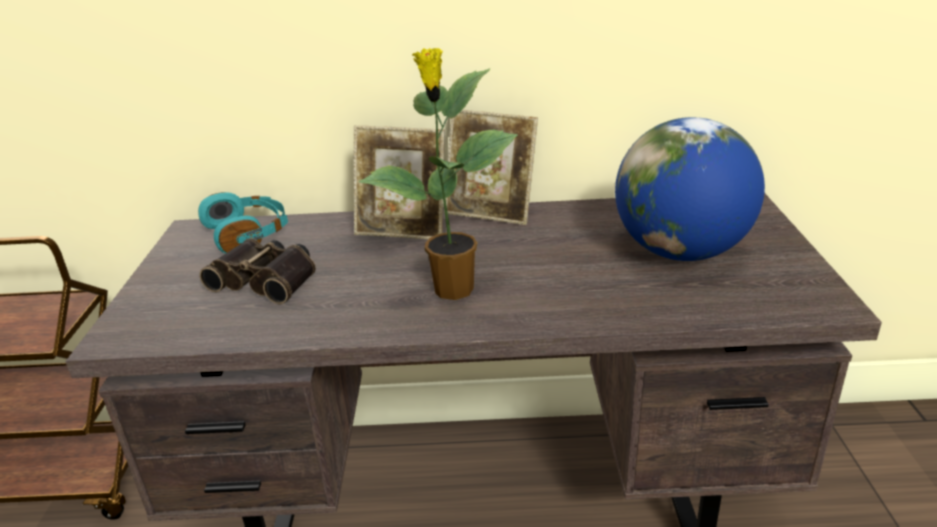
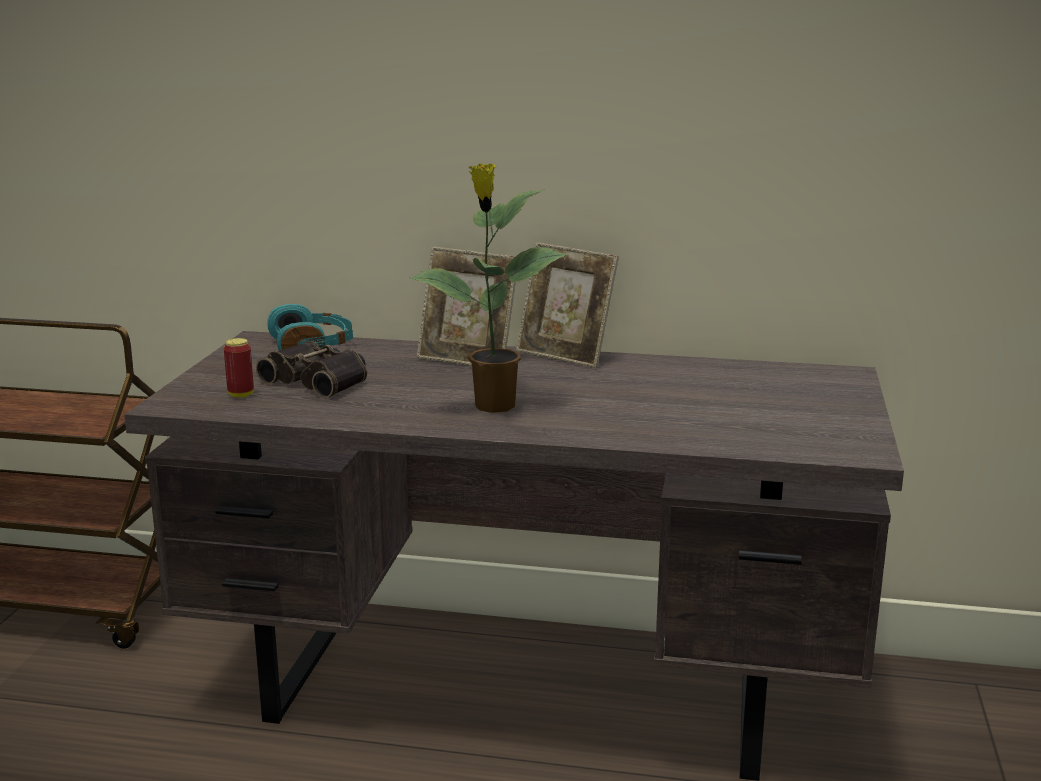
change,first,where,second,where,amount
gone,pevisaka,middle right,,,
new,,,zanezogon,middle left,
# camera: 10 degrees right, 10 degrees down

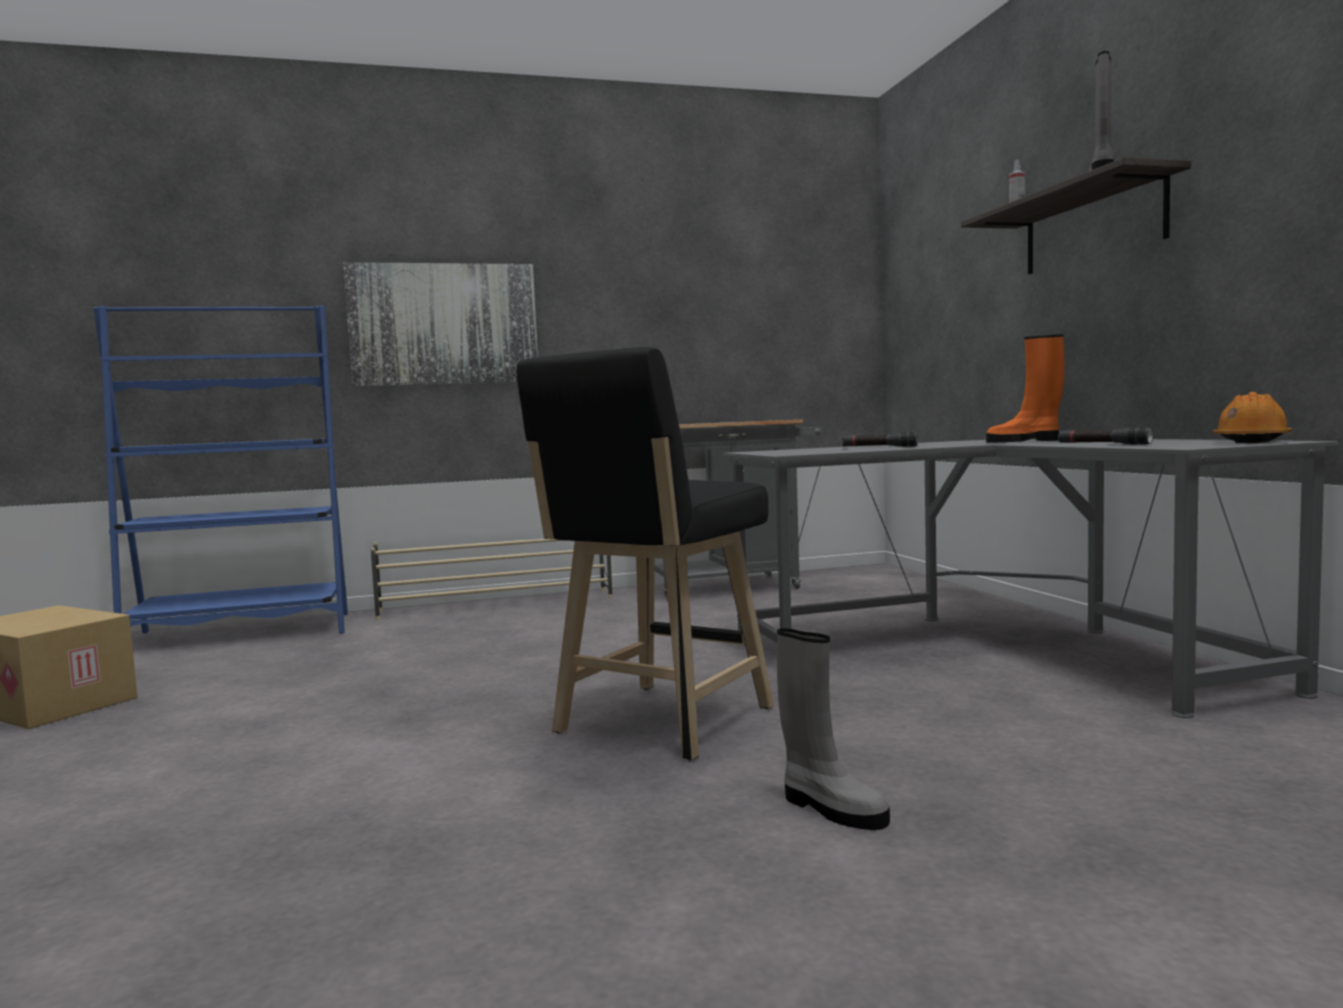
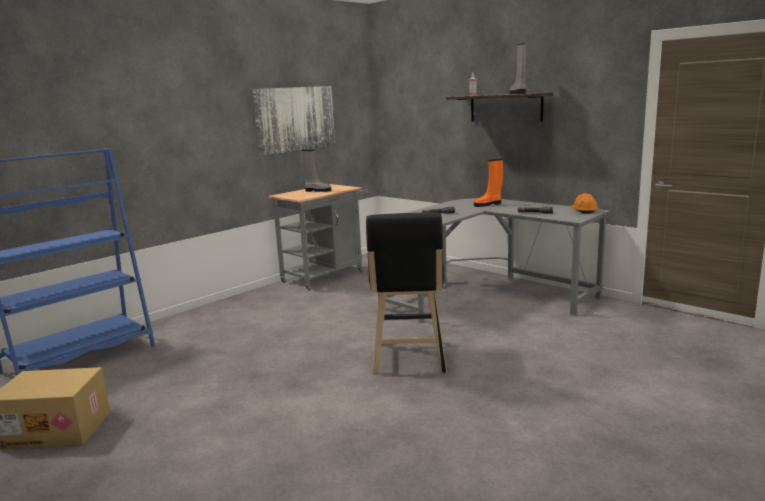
change,first,where,second,where,amount
shifted,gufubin,top left,,top centre,
gone,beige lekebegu,centre,,,
shifted,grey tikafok (no. 1 from left),bottom centre,,centre,
# camera: 30 degrees left, 10 degrees up

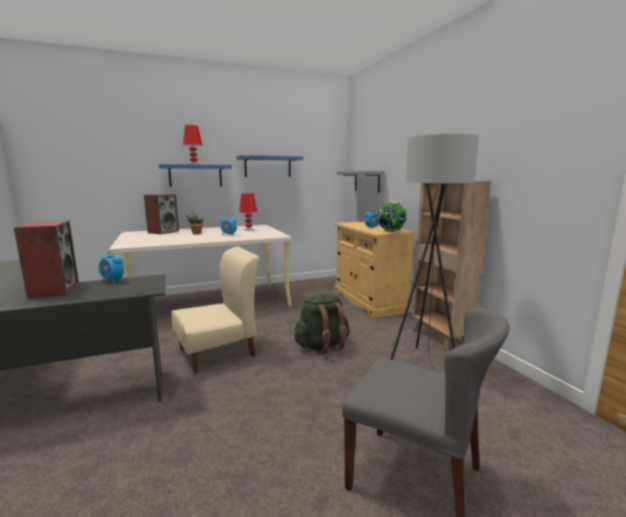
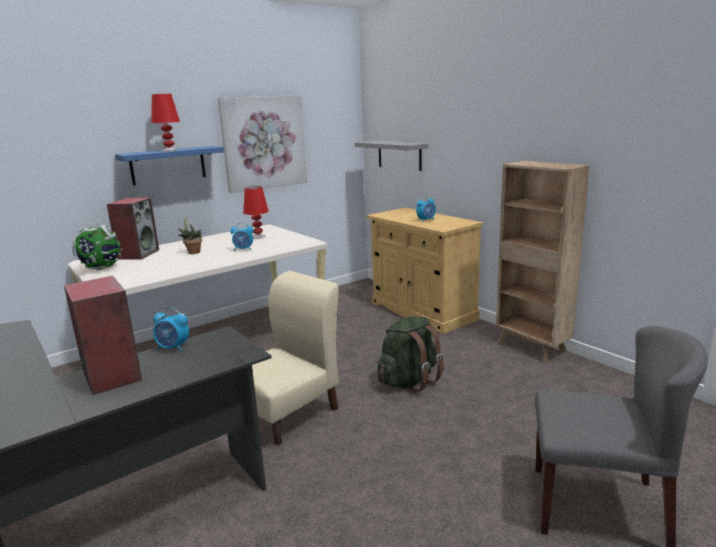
change,first,where,second,where,amount
gone,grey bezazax,middle right,,,
swapped,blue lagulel (no. 2 from left),top centre,gufubin,top centre,
shifted,pevisaka,centre,,middle left,
# camera: 15 degrees left, 5 degrees up

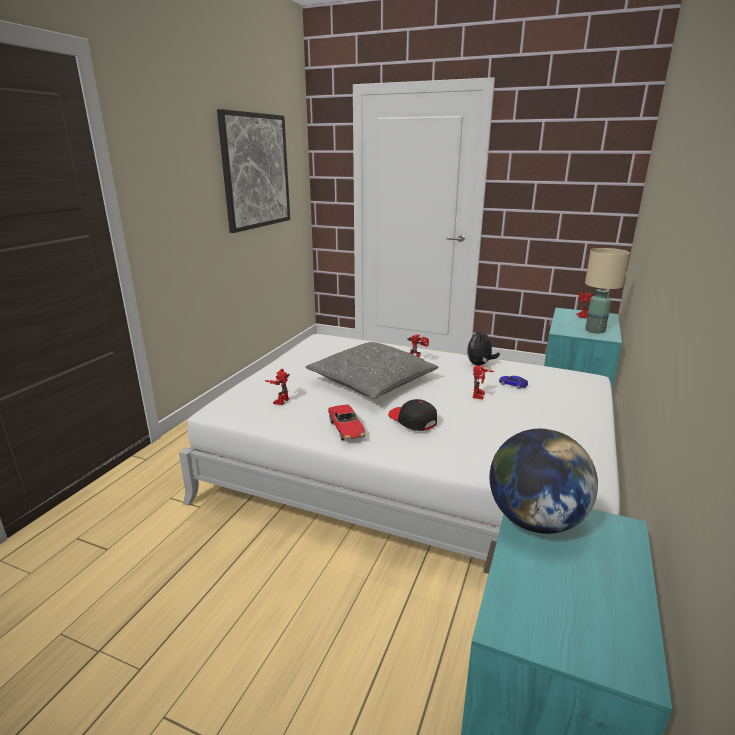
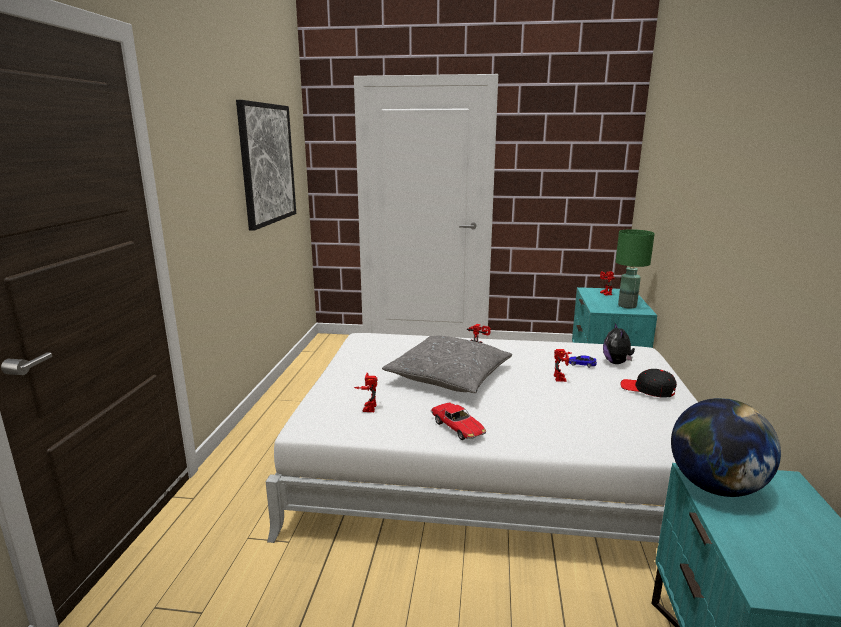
change,first,where,second,where,amount
repainted,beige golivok,middle right,green golivok,middle right,
shifted,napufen,centre,,middle right,
shifted,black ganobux,centre,,middle right,
# camera: 15 degrees left, 5 degrees down

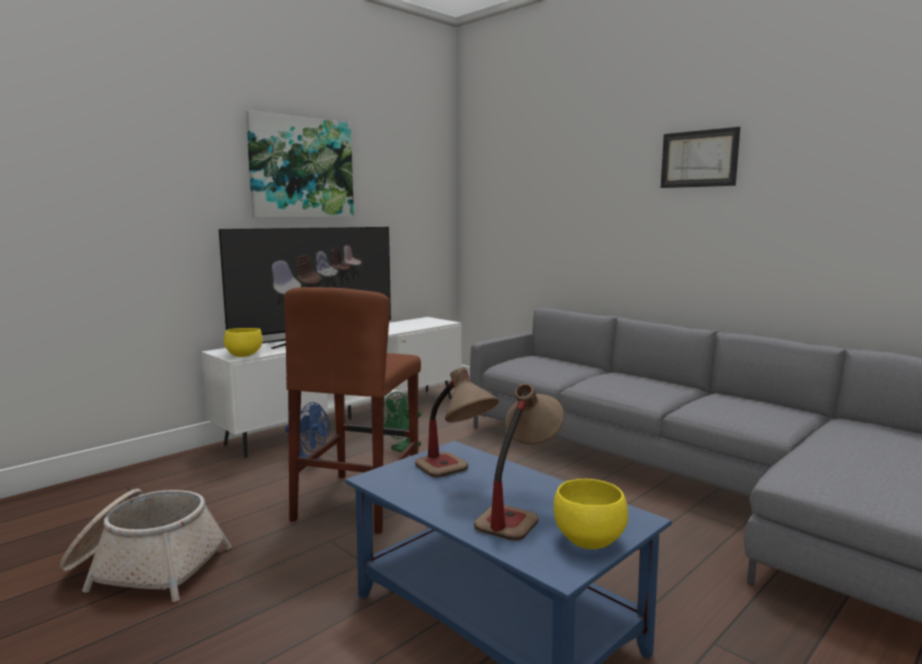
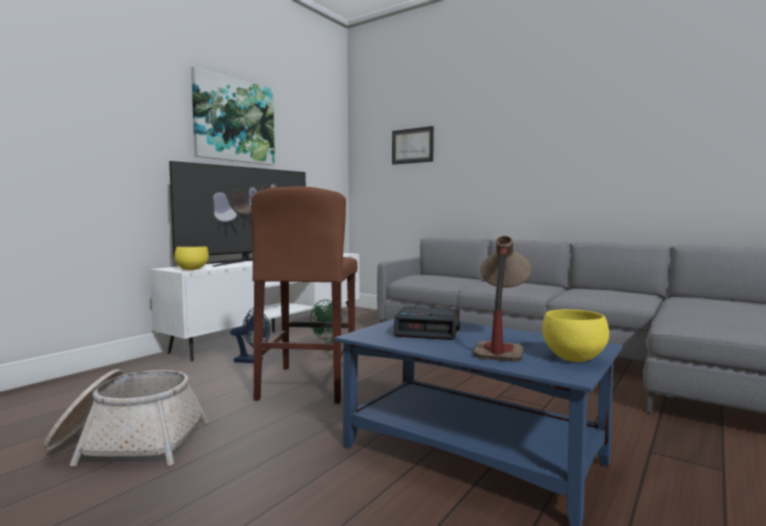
change,first,where,second,where,amount
shifted,gufubin (no. 2 from left),top right,,top centre,
swapped,golivok (no. 1 from left),centre,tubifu,centre,
# camera: 10 degrees left, 5 degrees down

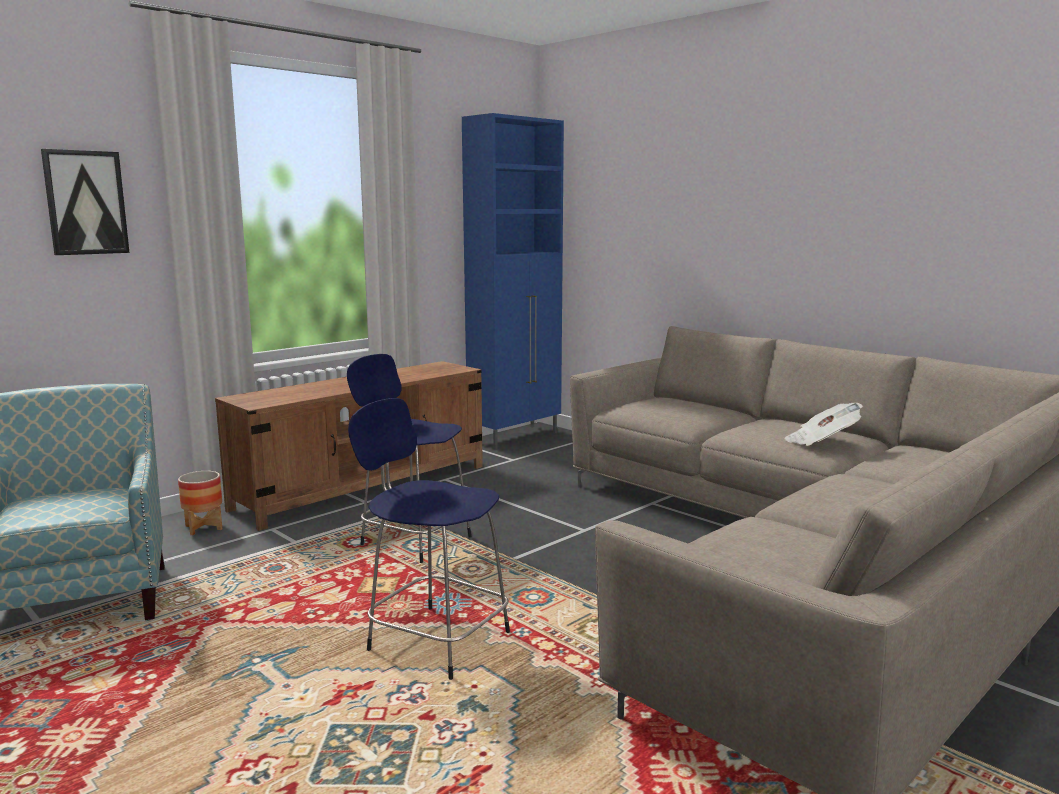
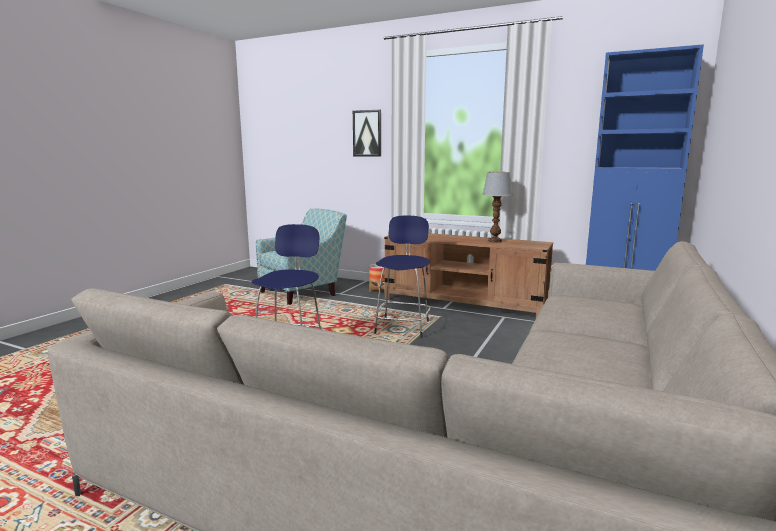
change,first,where,second,where,amount
gone,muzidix,middle right,,,
new,,,golivok,centre,
# camera: 70 degrees right, 0 degrees up

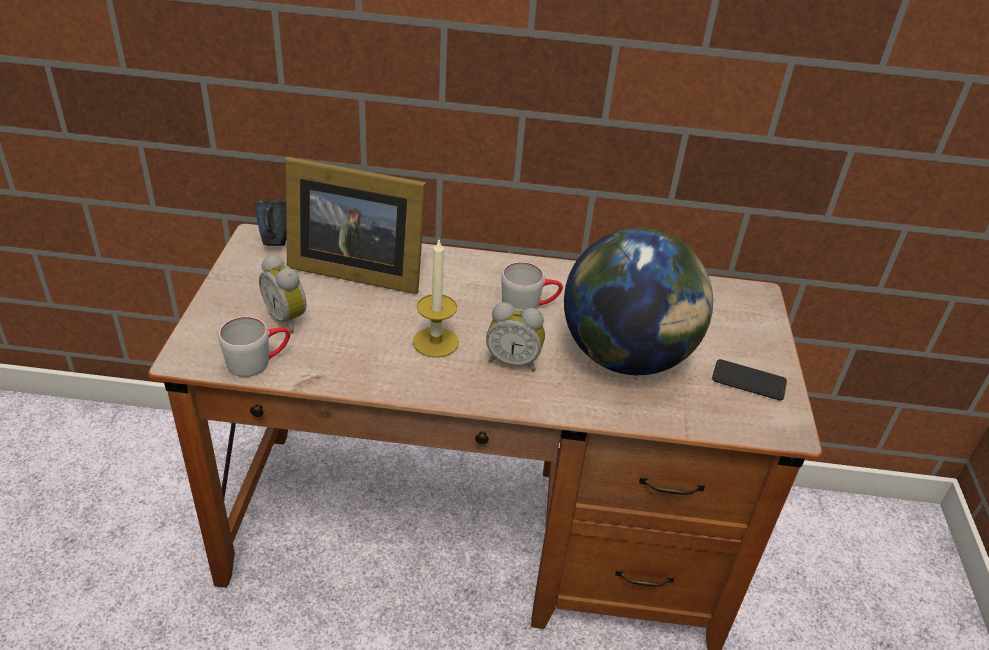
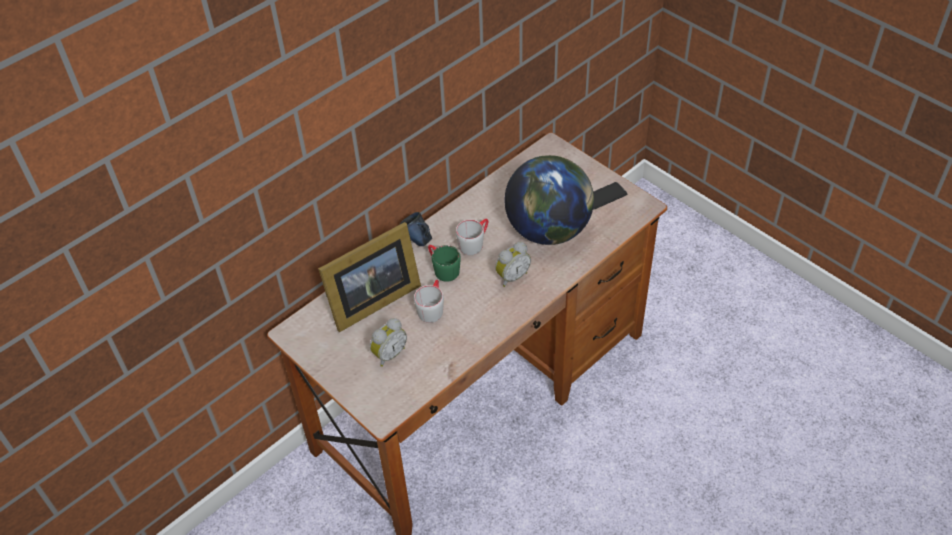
change,first,where,second,where,amount
shifted,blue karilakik,middle left,,centre,
gone,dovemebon,centre,,,
rotated,tubifu (no. 1 from left),middle left,,centre,45 degrees counterclockwise
shifted,grey karilakik (no. 1 from left),middle left,,centre,
new,,,green karilakik,centre,
# camera: 45 degrees left, 10 degrees up

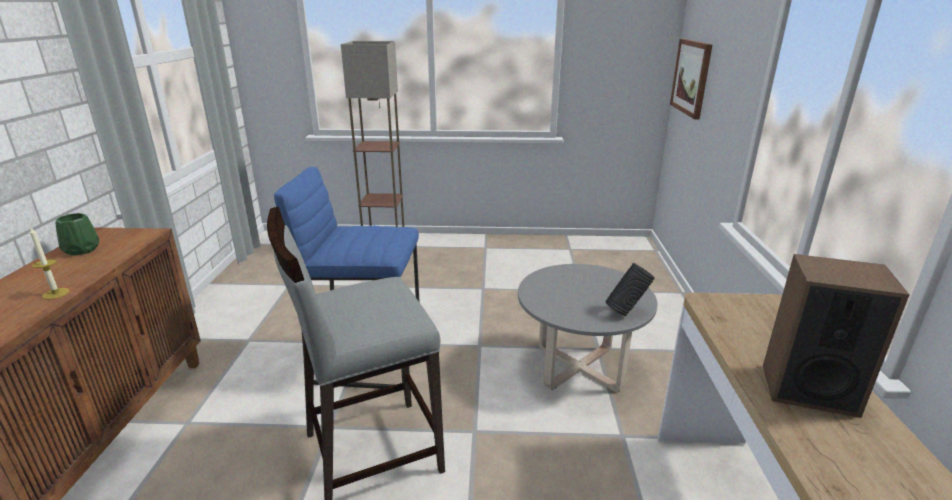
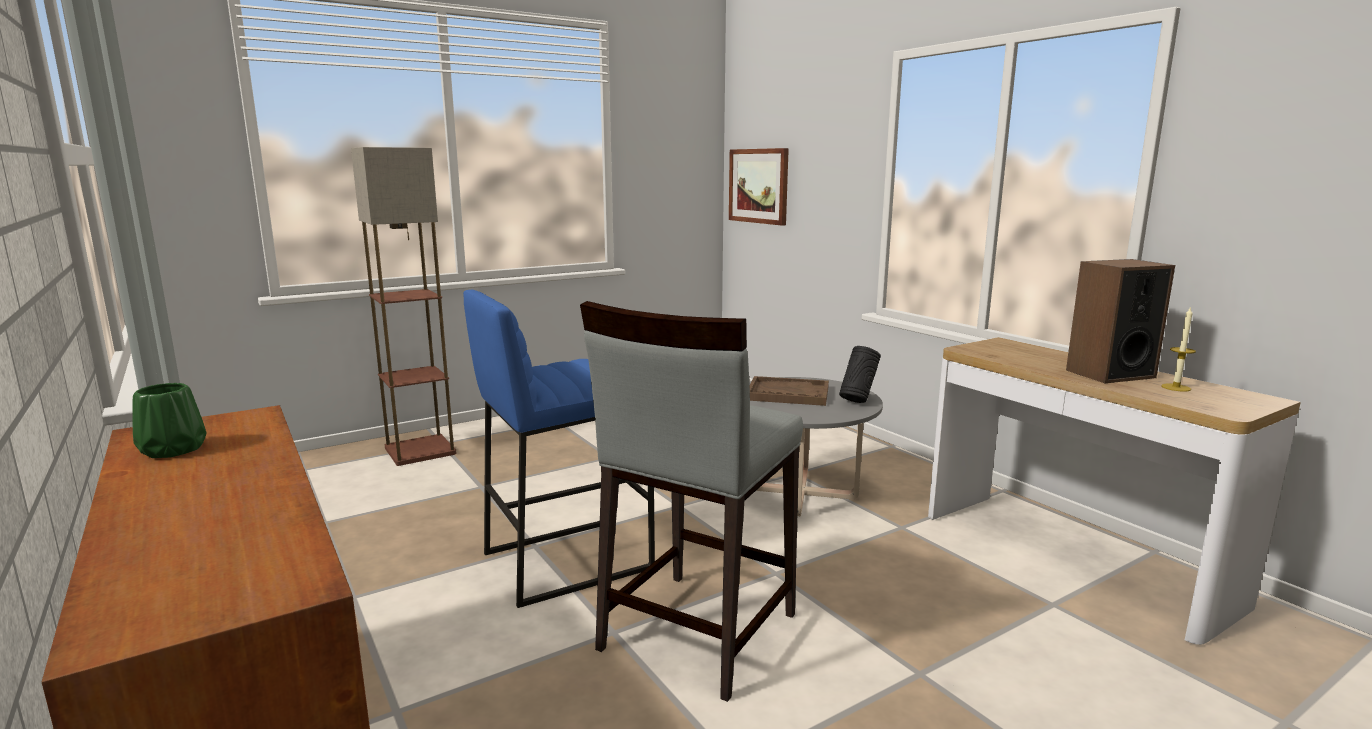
change,first,where,second,where,amount
shifted,dovemebon,middle left,,middle right,
new,,,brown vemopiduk,centre,
# camera: 35 degrees left, 10 degrees down

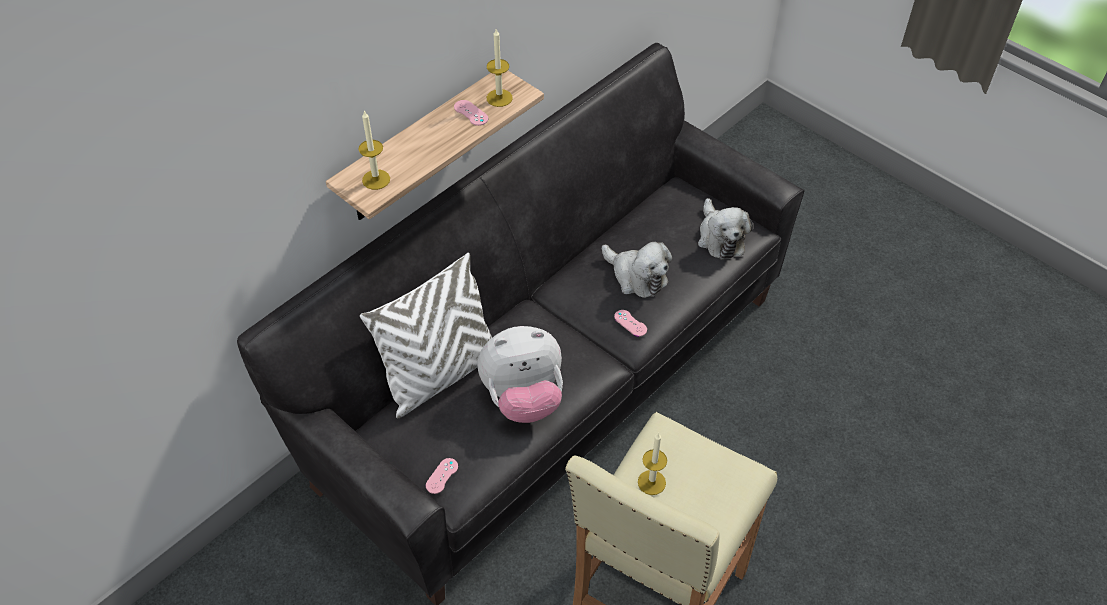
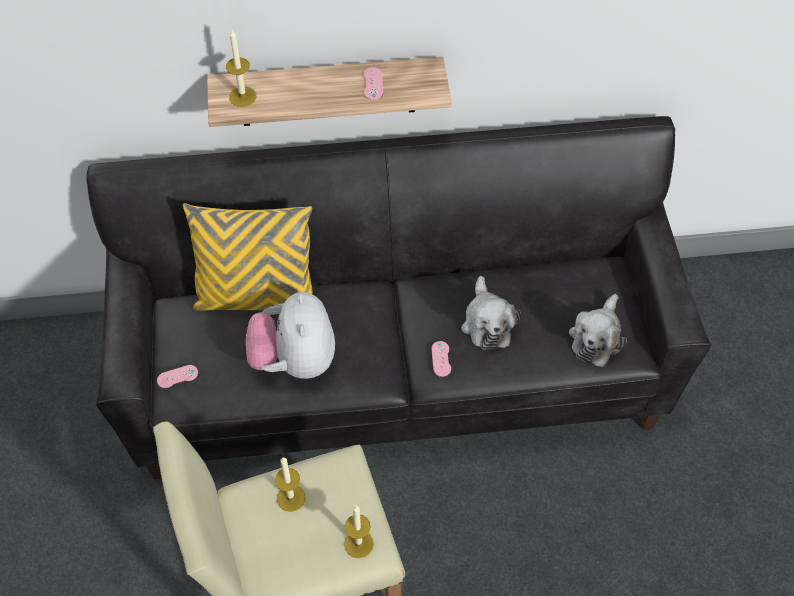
change,first,where,second,where,amount
shifted,dovemebon (no. 2 from left in the first image),top centre,dovemebon (no. 3 from left),bottom centre,
repainted,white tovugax,centre,yellow tovugax,middle left,
rotated,napufen (no. 1 from left),centre,,centre,60 degrees clockwise
# camera: 40 degrees right, 5 degrees up

